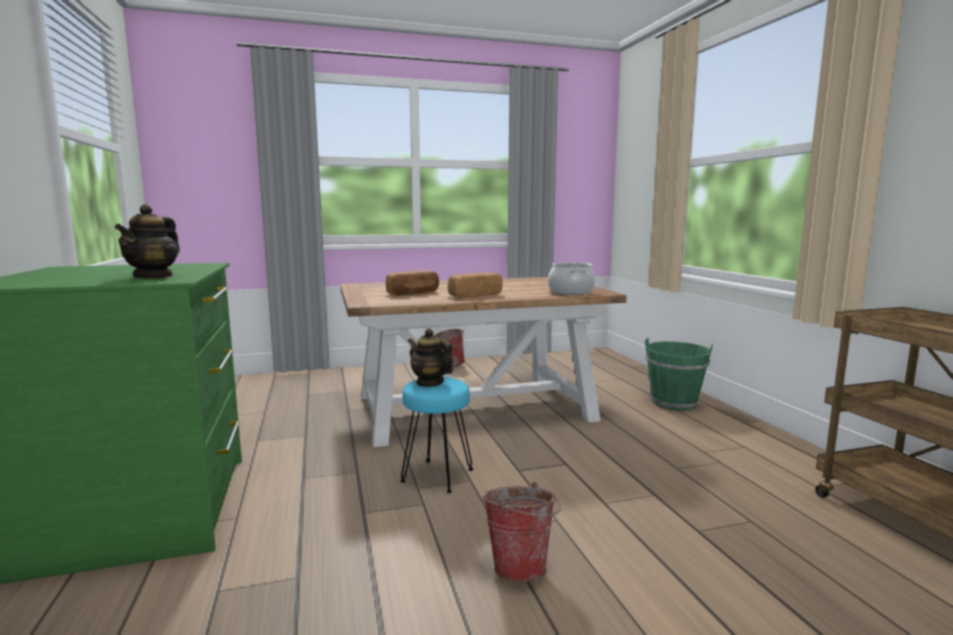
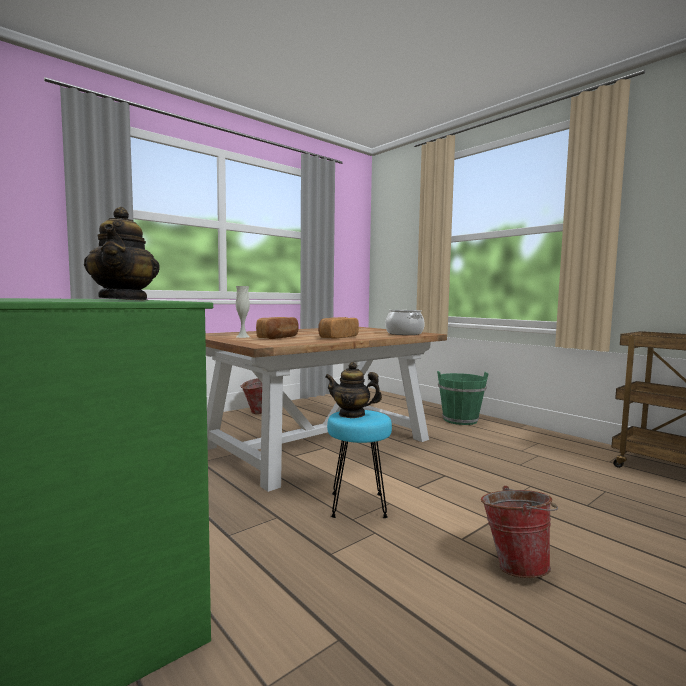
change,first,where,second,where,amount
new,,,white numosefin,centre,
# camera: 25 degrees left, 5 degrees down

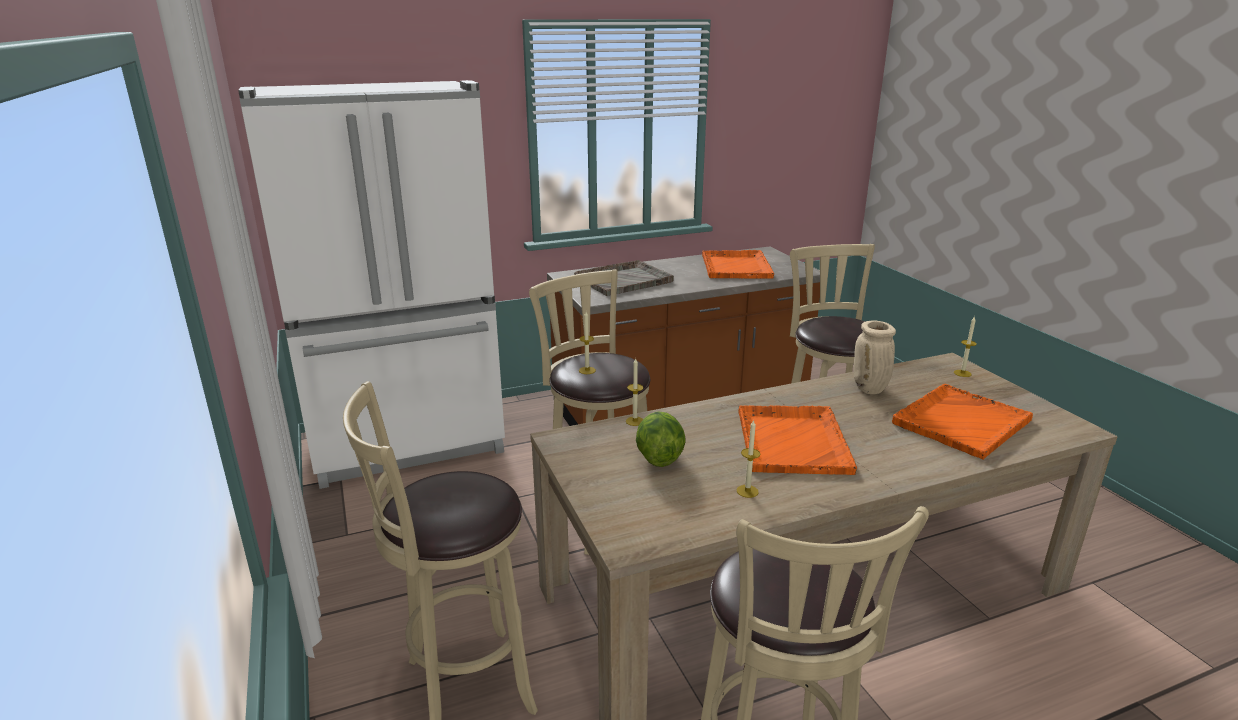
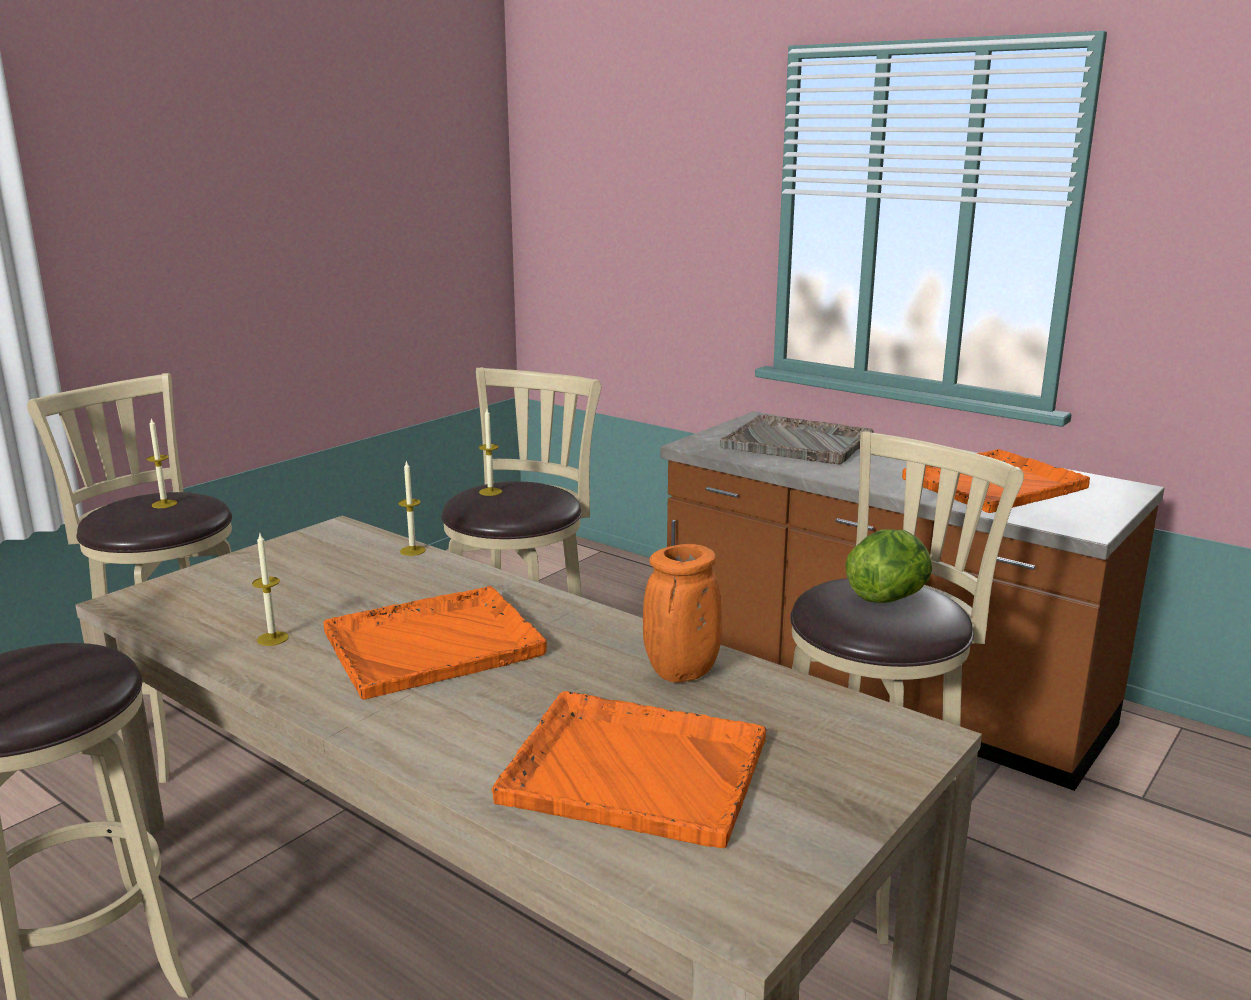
change,first,where,second,where,amount
gone,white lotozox,middle left,,,
shifted,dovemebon (no. 4 from left in the first image),middle right,dovemebon (no. 1 from left),middle left,
repainted,beige numosefin,middle right,orange numosefin,centre,
shifted,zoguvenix,centre,,middle right,
# camera: 60 degrees right, 5 degrees down

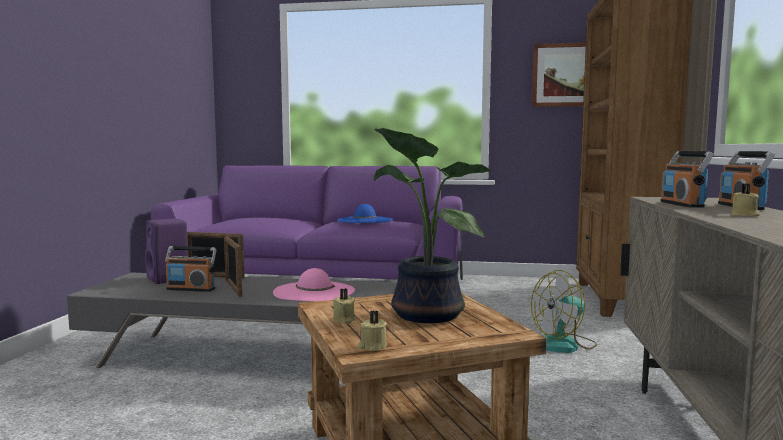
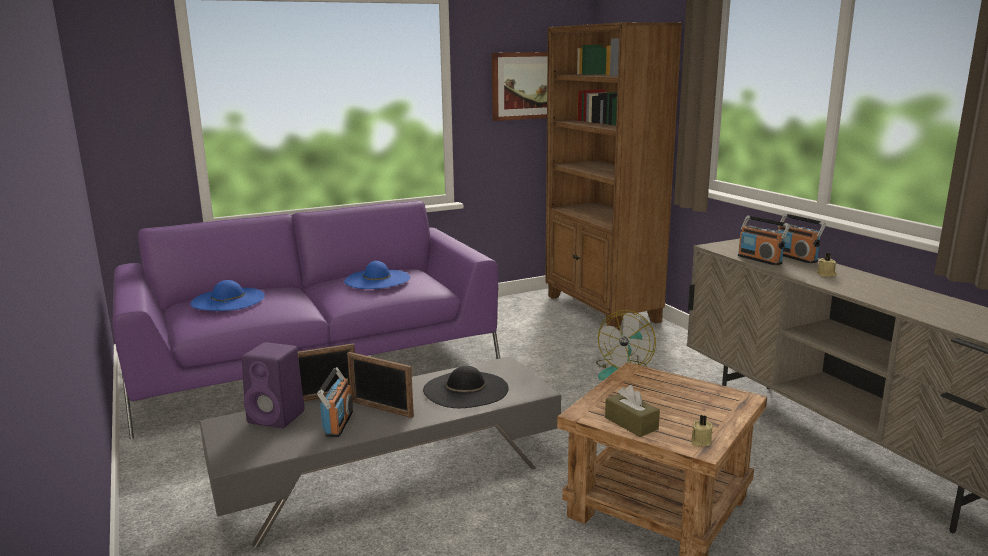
change,first,where,second,where,amount
gone,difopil,centre,,,
rotated,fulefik (no. 1 from left),middle left,,bottom centre,60 degrees counterclockwise
repainted,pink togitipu,centre,black togitipu,bottom centre,
swapped,beige dovemebon (no. 1 from left),bottom centre,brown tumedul,bottom centre,
new,,,blue togitipu (no. 1 from left),middle left,
# camera: 35 degrees left, 10 degrees up

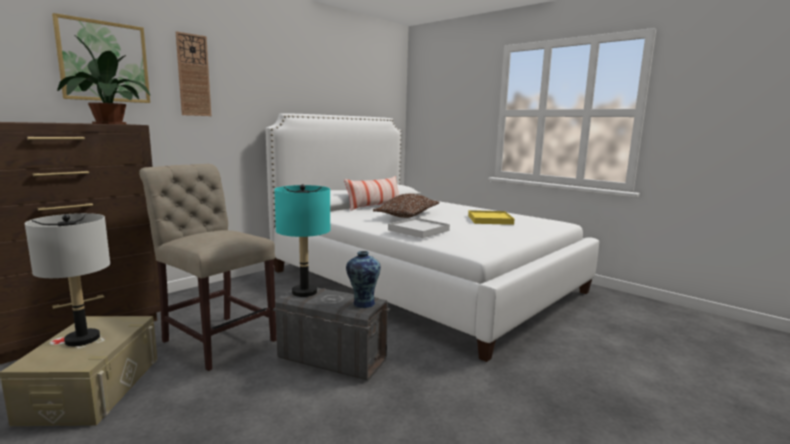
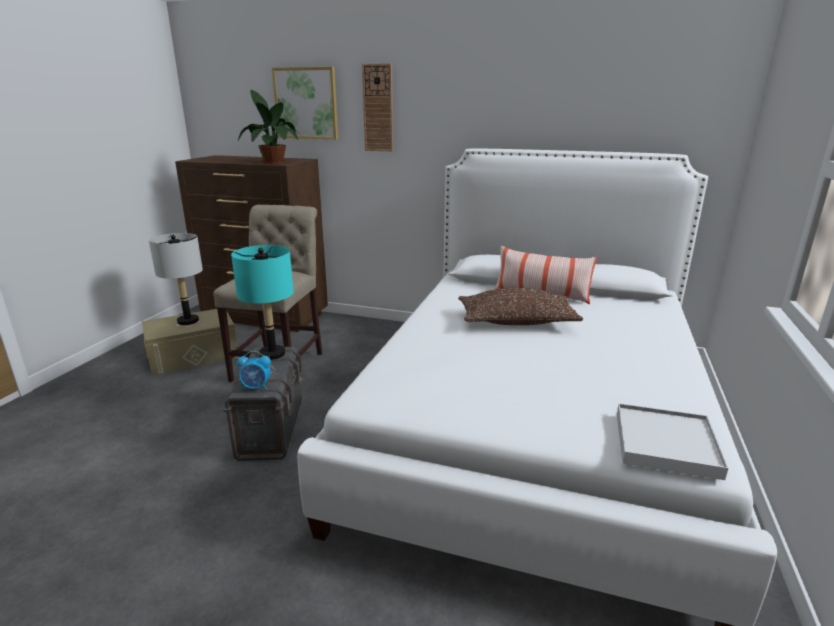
change,first,where,second,where,amount
gone,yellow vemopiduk,centre,,,
shifted,white vemopiduk,centre,,bottom right,
swapped,numosefin,centre,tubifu,middle left,
# camera: 65 degrees right, 10 degrees up

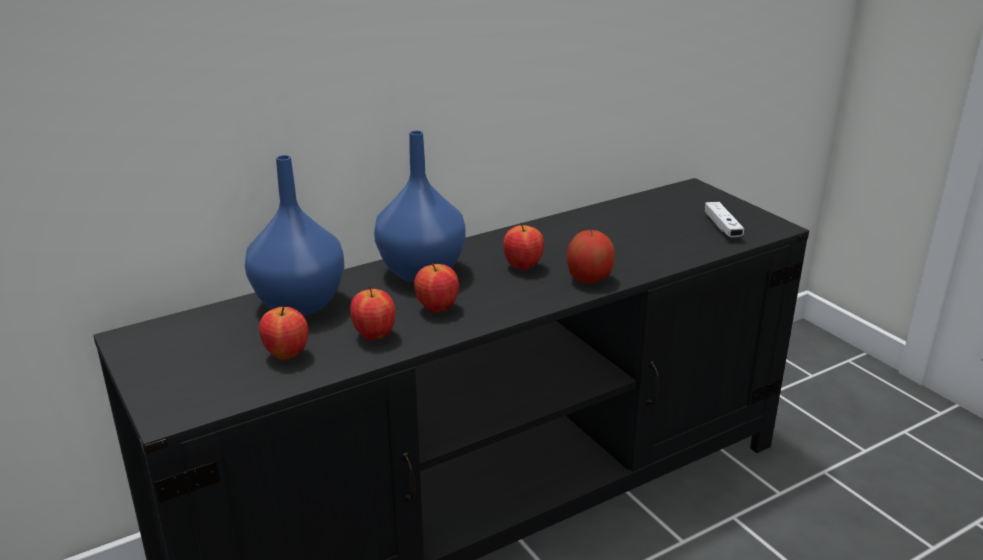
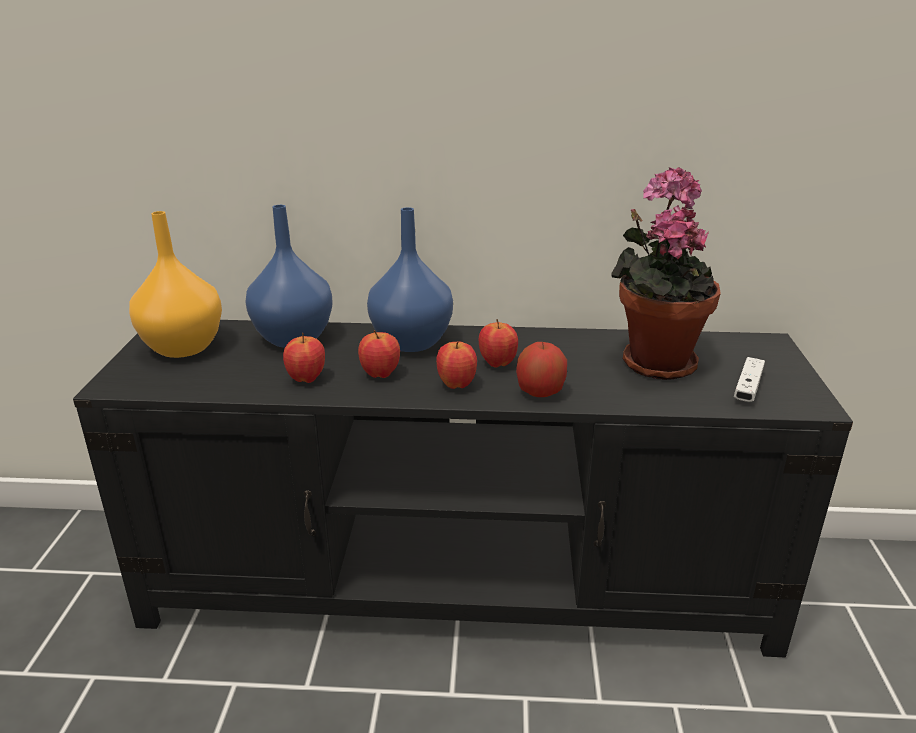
change,first,where,second,where,amount
shifted,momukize (no. 1 from left in the first image),middle left,momukize (no. 3 from left),centre,
new,,,difopil,middle right,
new,,,orange numosefin,middle left,
# camera: 35 degrees right, 0 degrees up

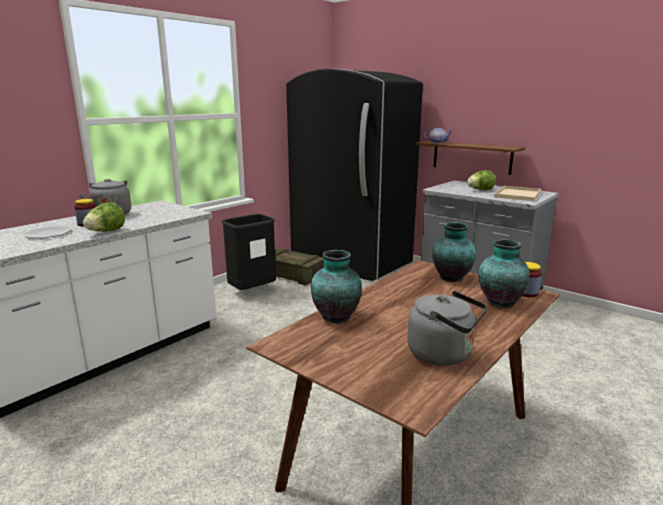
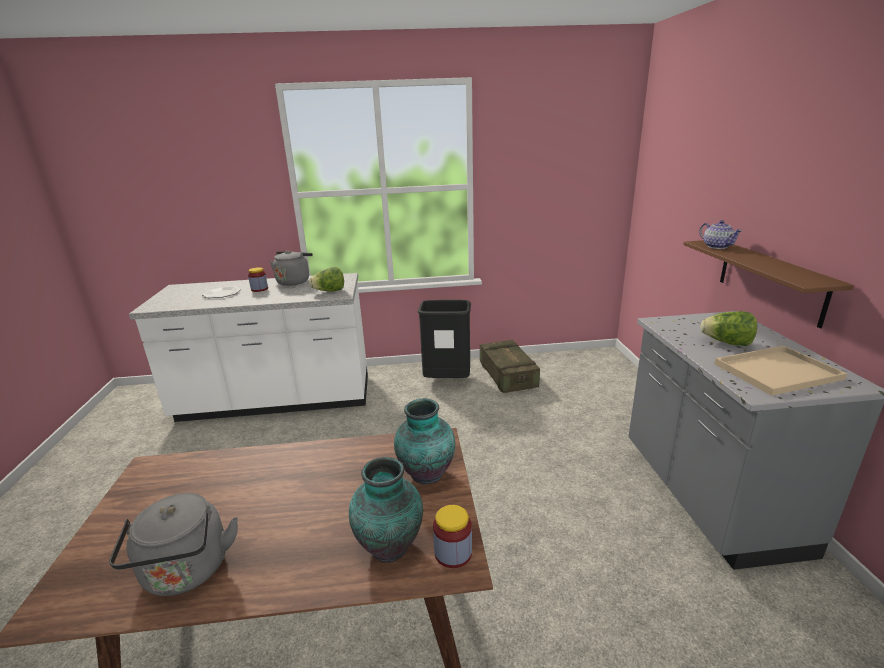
change,first,where,second,where,amount
gone,black lotozox,centre,,,
shifted,zoguvenix (no. 1 from left),middle left,,centre,
gone,numosefin (no. 1 from left),centre,,,
# camera: 45 degrees right, 5 degrees up

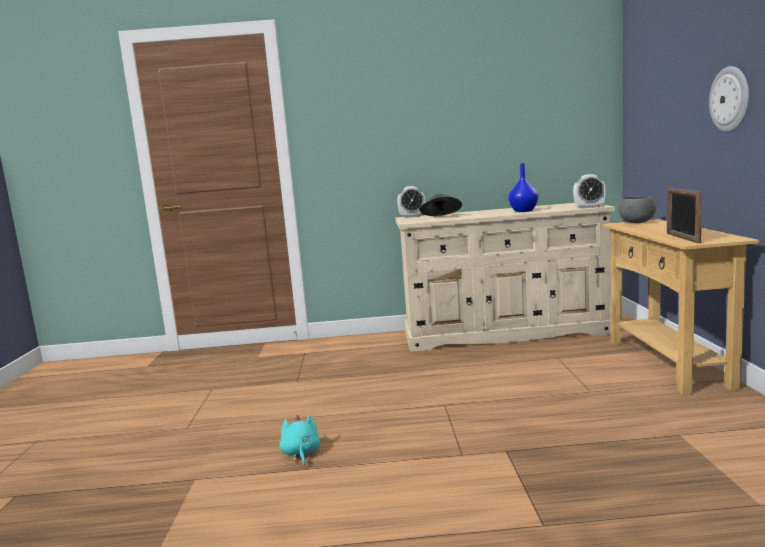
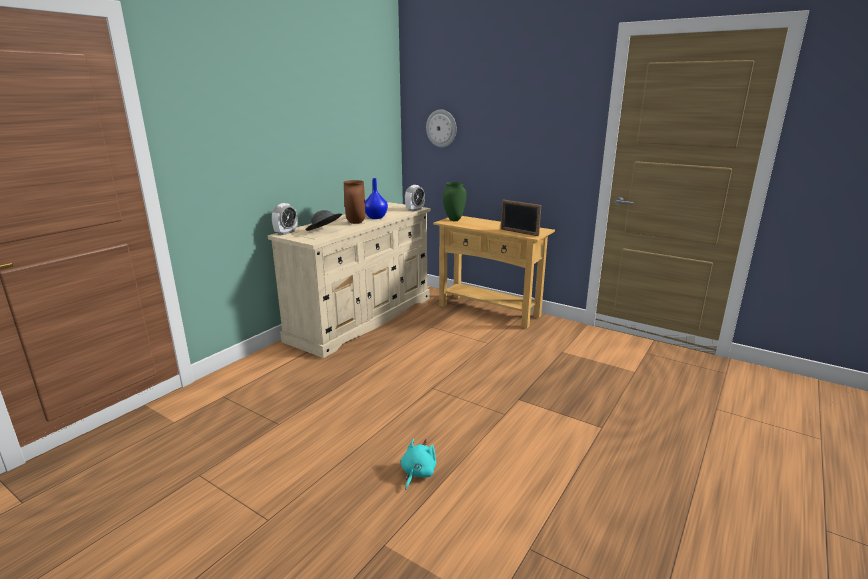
change,first,where,second,where,amount
shifted,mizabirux,top right,,top centre,
swapped,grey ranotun,middle right,green numosefin,centre,
rotated,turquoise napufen,bottom centre,,bottom centre,90 degrees clockwise
new,,,brown numosefin,centre,
# camera: 55 degrees left, 10 degrees up

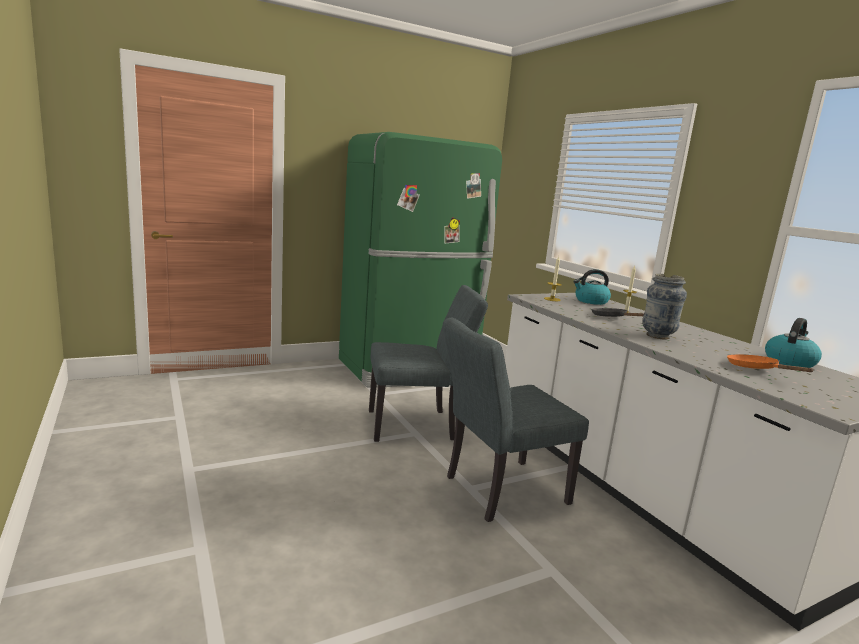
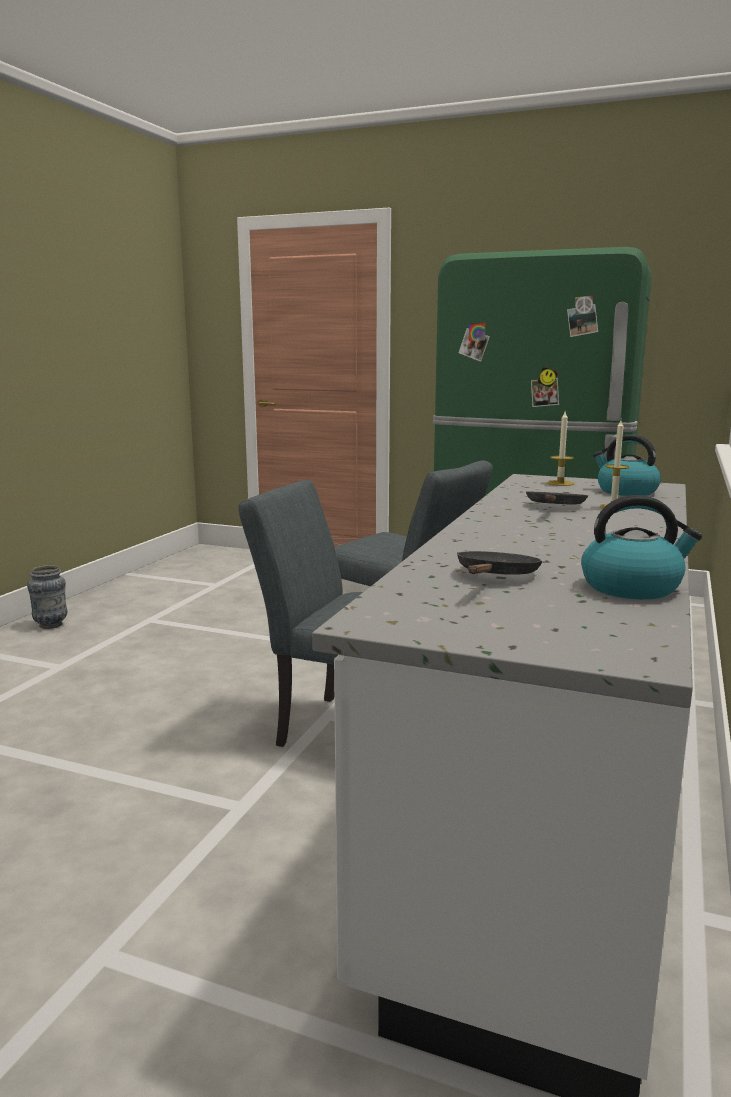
change,first,where,second,where,amount
shifted,numosefin,middle right,,middle left,
repainted,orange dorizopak,middle right,black dorizopak (no. 1 from left),middle right,
# camera: 50 degrees right, 0 degrees up

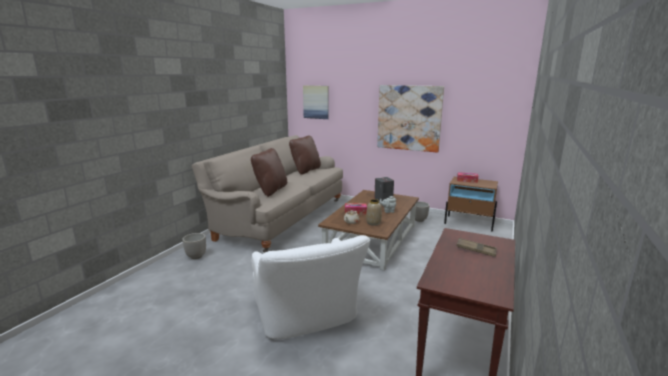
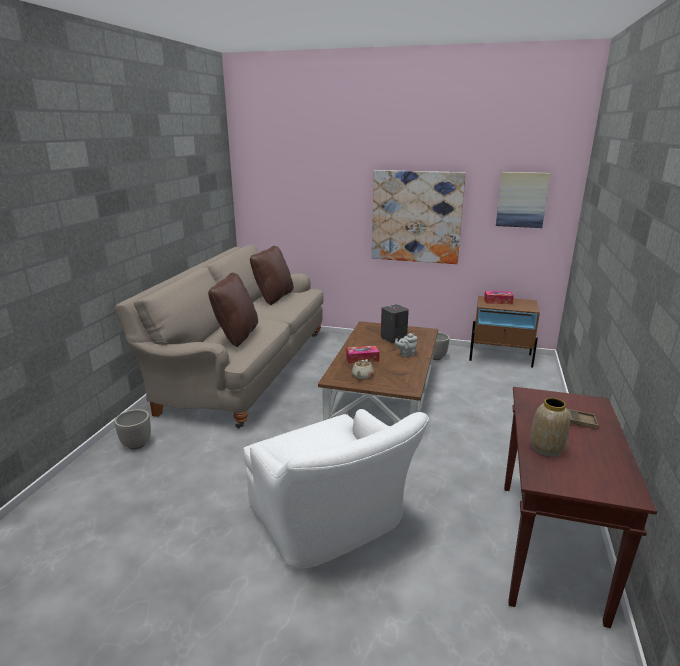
change,first,where,second,where,amount
shifted,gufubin (no. 1 from left in the first image),top centre,gufubin (no. 2 from left),top right,
shifted,numosefin,centre,,middle right,
# camera: 10 degrees left, 5 degrees up

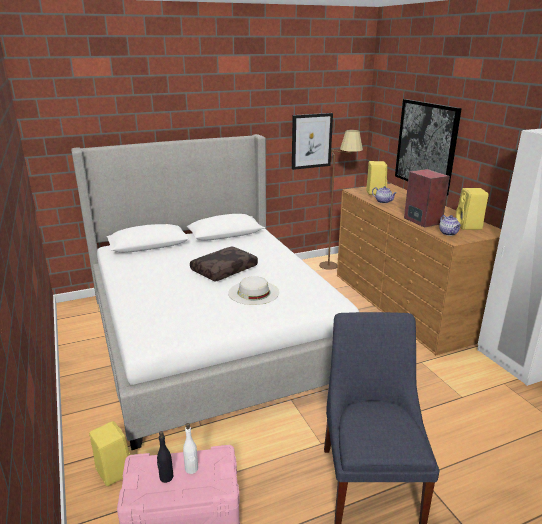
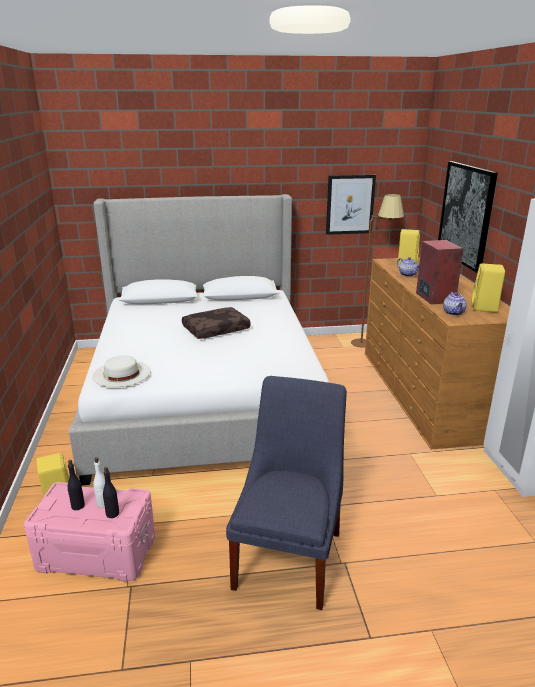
change,first,where,second,where,amount
shifted,white togitipu,centre,,middle left,
new,,,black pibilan (no. 2 from left),bottom left,
# camera: 15 degrees right, 0 degrees up

